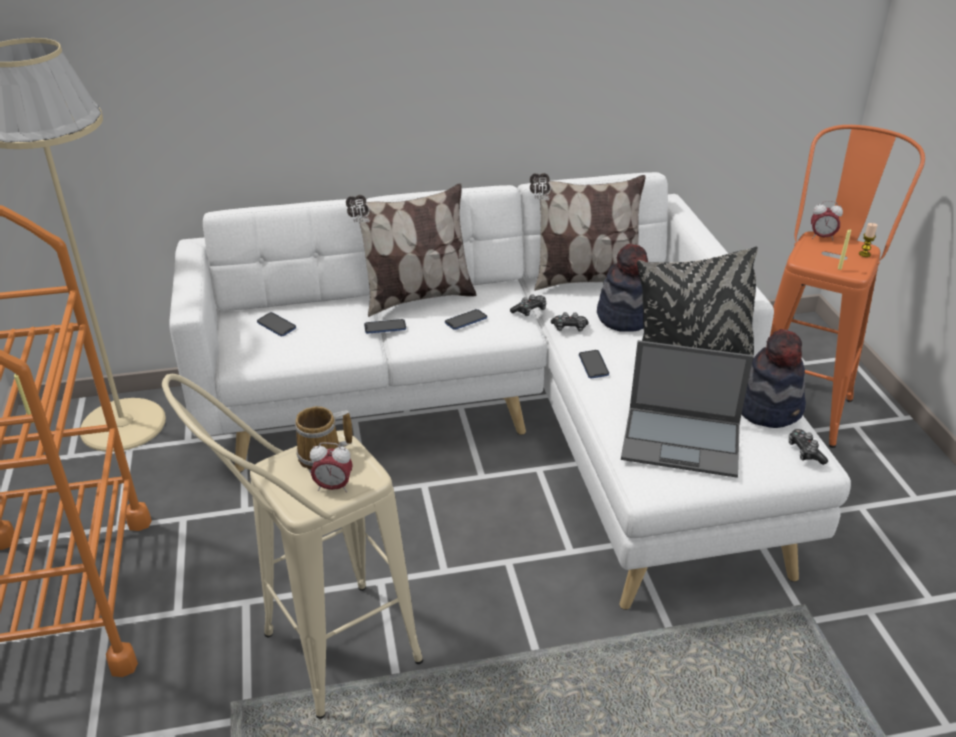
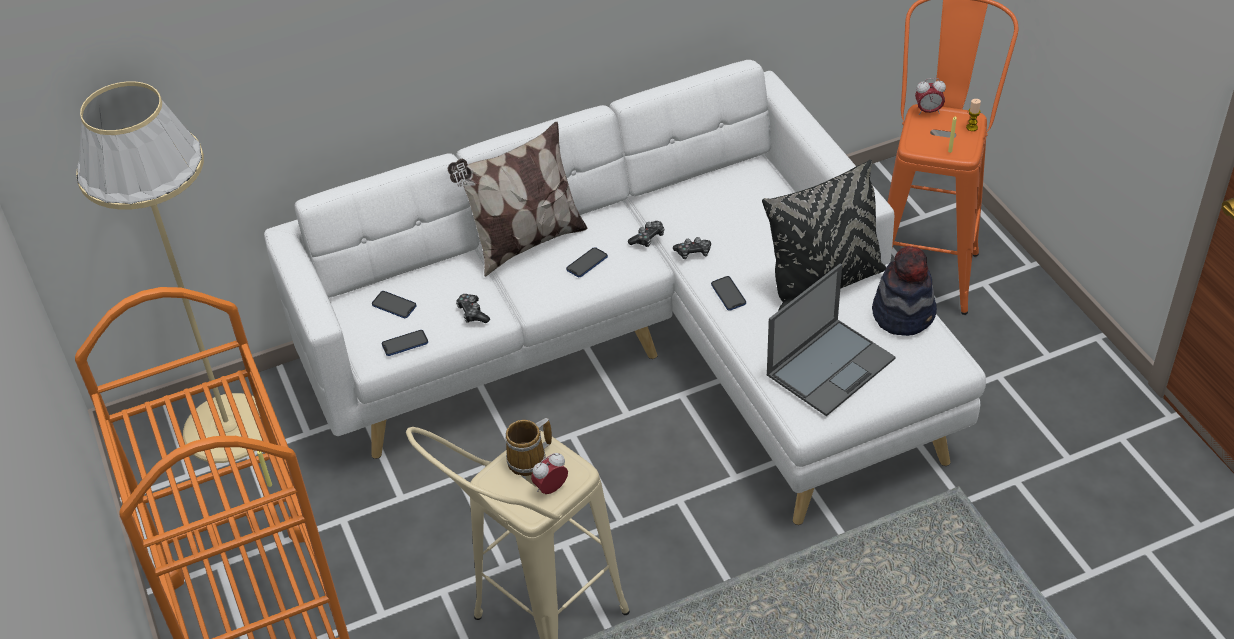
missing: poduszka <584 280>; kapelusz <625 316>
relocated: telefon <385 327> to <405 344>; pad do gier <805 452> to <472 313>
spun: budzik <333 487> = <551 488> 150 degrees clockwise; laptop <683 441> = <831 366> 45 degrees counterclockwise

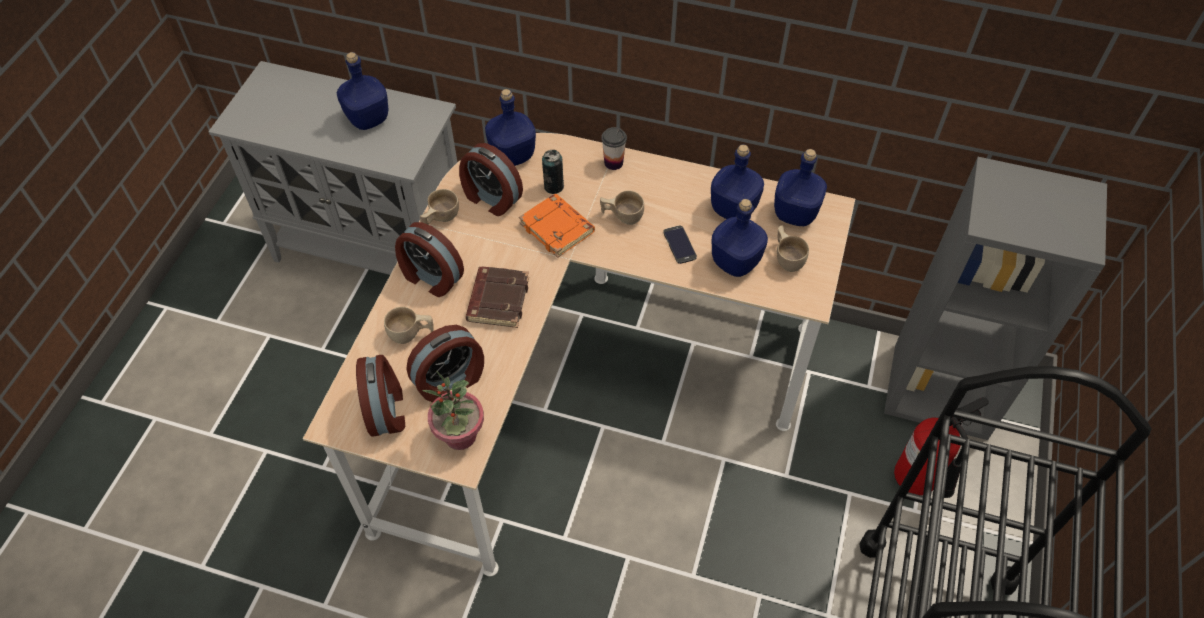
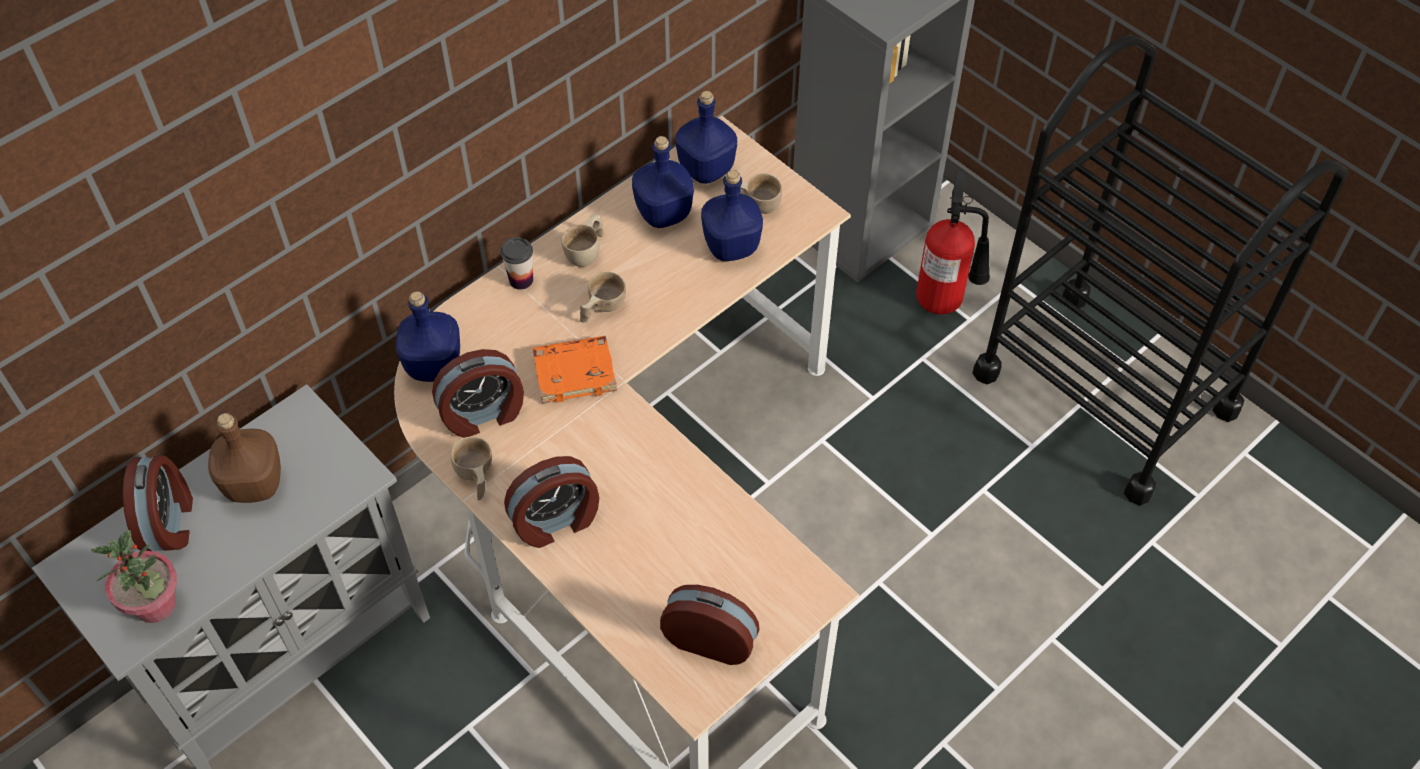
missing: książka (brązowy) <497 299>; puszka <553 186>; telefon <679 245>
relocated: roślina doniczkowa <460 436> to <156 605>; budzik <451 381> to <170 522>; filiżanka (beżowy) <411 335> to <587 252>
colour: butelka (niebieski) <367 118> to butelka (brązowy) <253 484>

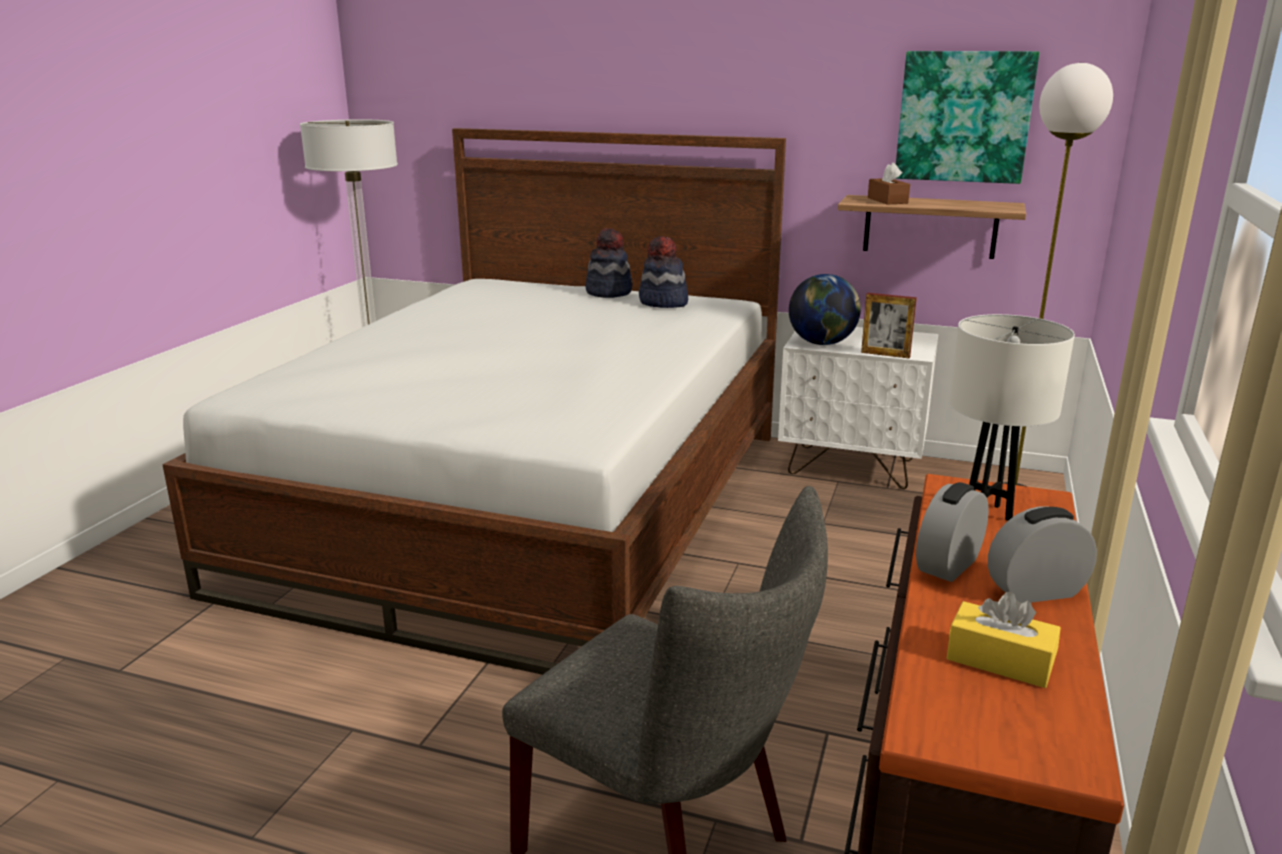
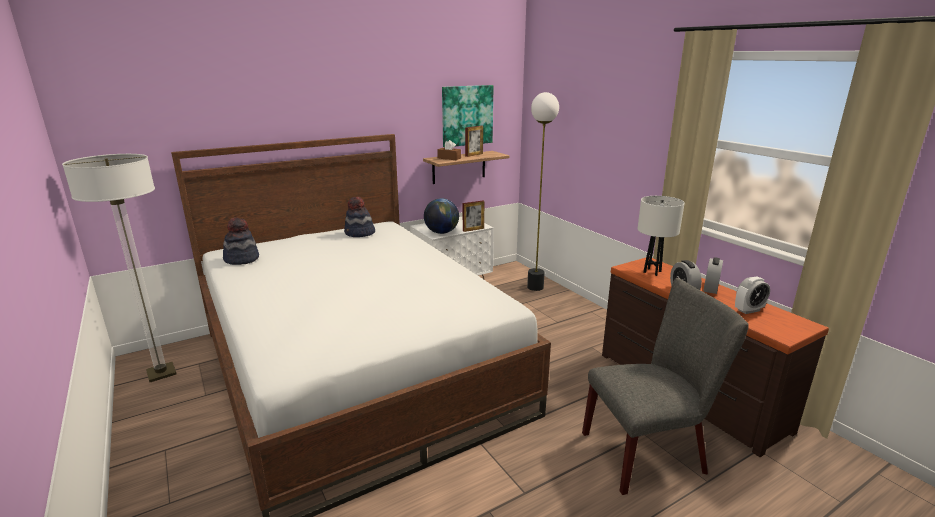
appeared: ramka na zdjęcie <474 155>
relocated: kapelusz <609 292> to <242 259>
exchanged: pudełko chusteczek (żółty) <1000 660> to budzik <748 310>

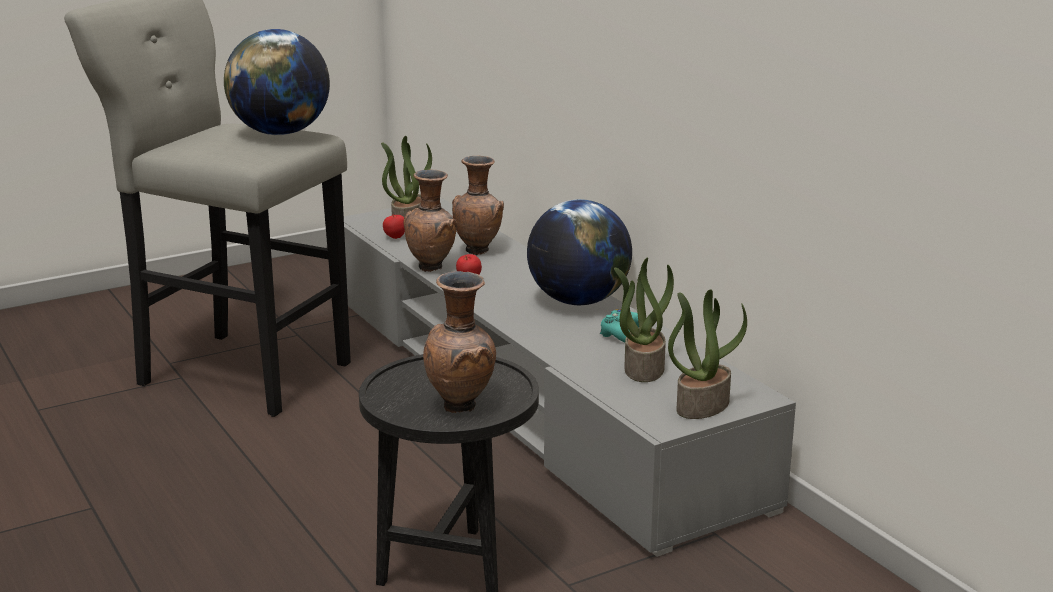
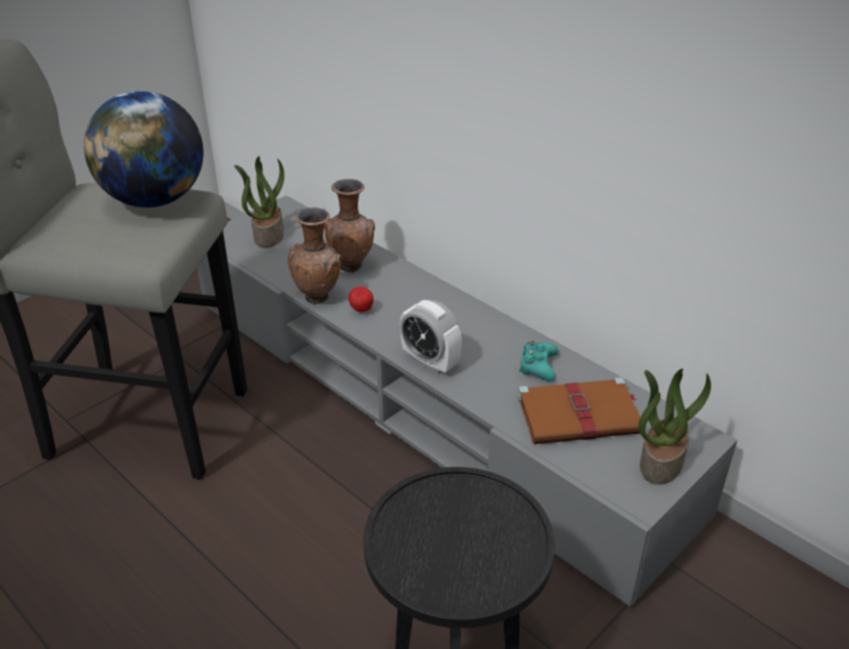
missing: jabłko <395 238>; wazon (brązowy) <462 407>; globus <578 301>
appeared: budzik <430 362>
exchanged: roślina doniczkowa <643 368> to książka (brązowy) <581 415>

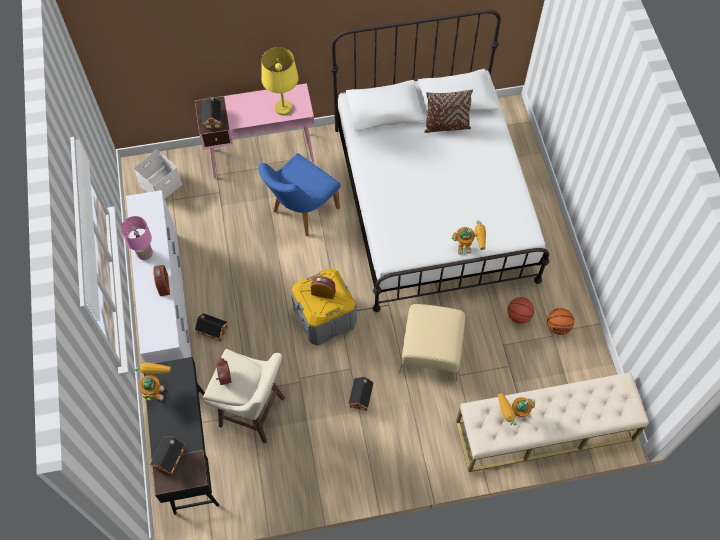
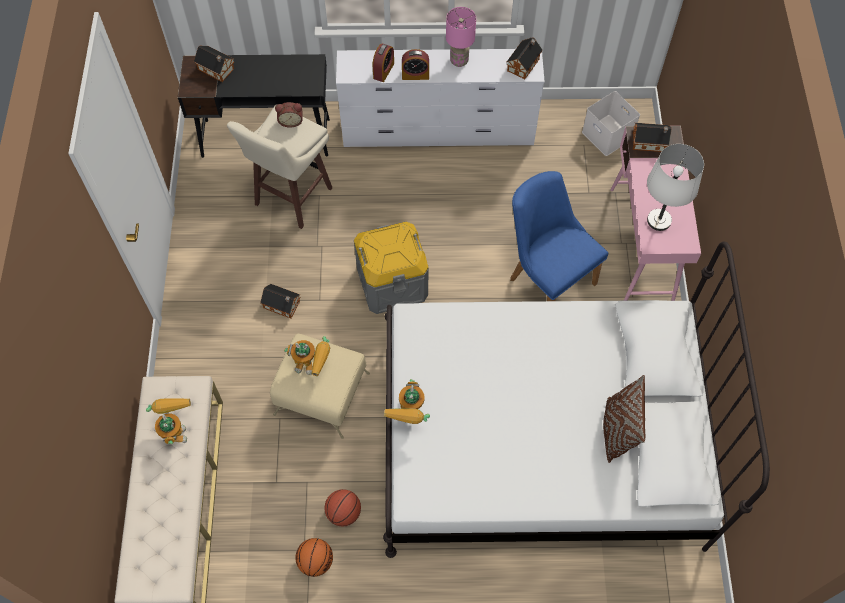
relocated: robot zabawkowy <156 387> to <313 366>; budzik <323 292> to <383 71>; domek <212 329> to <524 64>
colour: lampa stołowa (żółty) <283 108> to lampa stołowa (biały) <659 220>

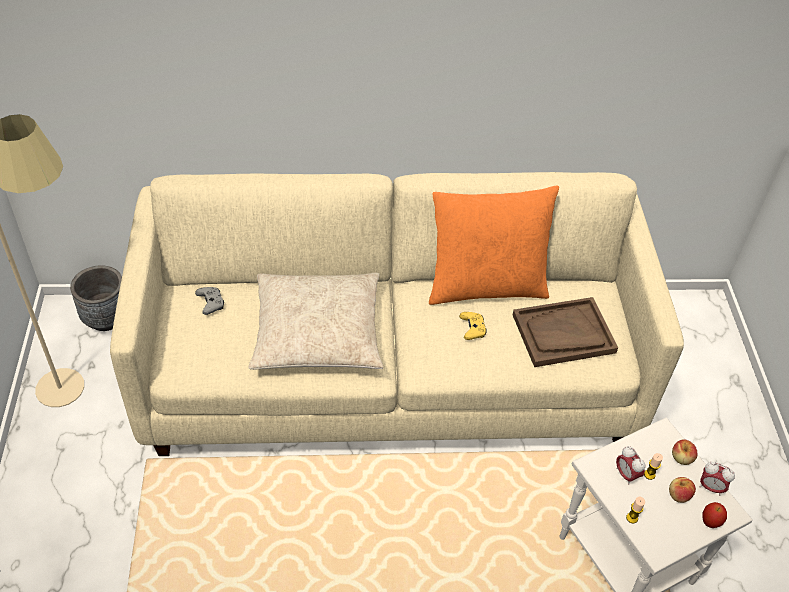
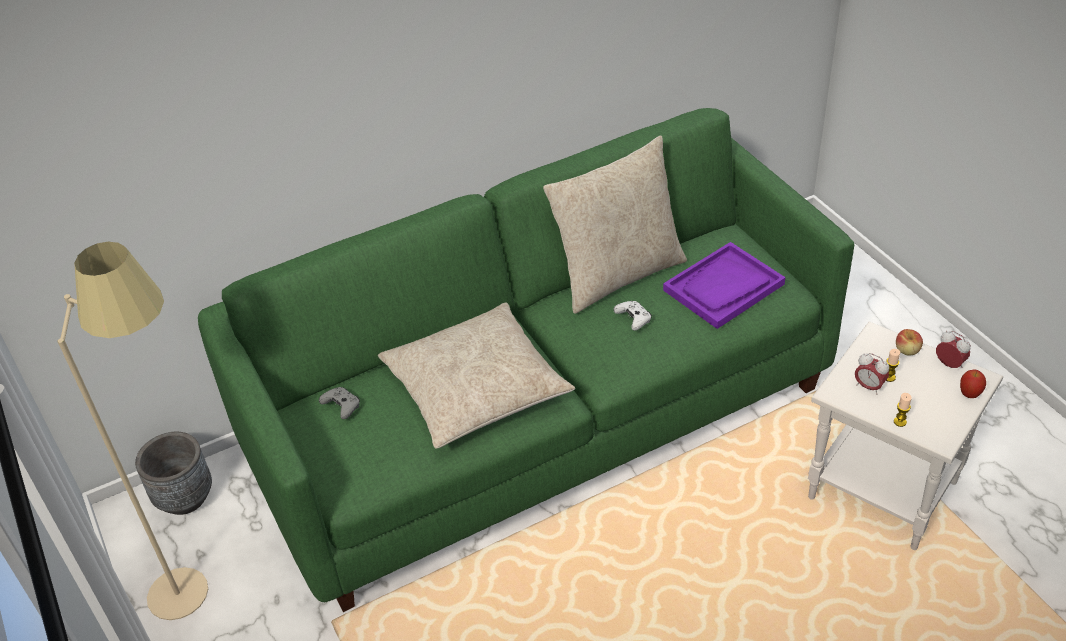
missing: jabłko <678 495>
colour: kanapa (beżowy) <390 372> to kanapa (zielony) <540 418>; poduszka (pomarańczowy) <485 285> to poduszka (beżowy) <617 274>; pad do gier (żółty) <472 329> to pad do gier (biały) <633 319>; taca (brązowy) <563 334> to taca (fioletowy) <723 287>
spun: budzik <710 487> = <949 364> 135 degrees counterclockwise

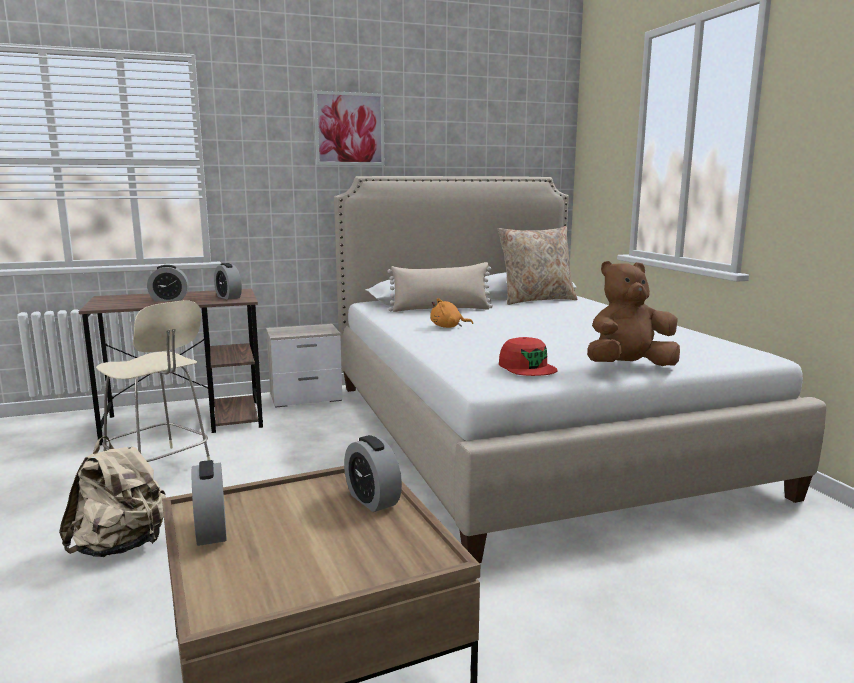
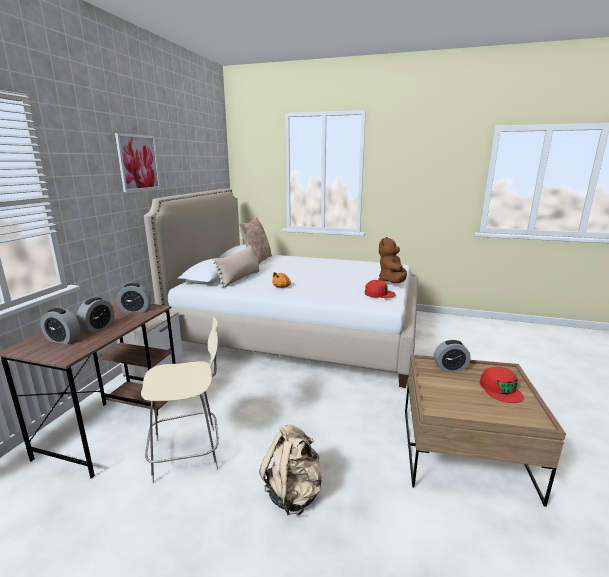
appeared: czapka z daszkiem (czerwony) <500 389>
relocated: budzik <211 531> to <63 340>

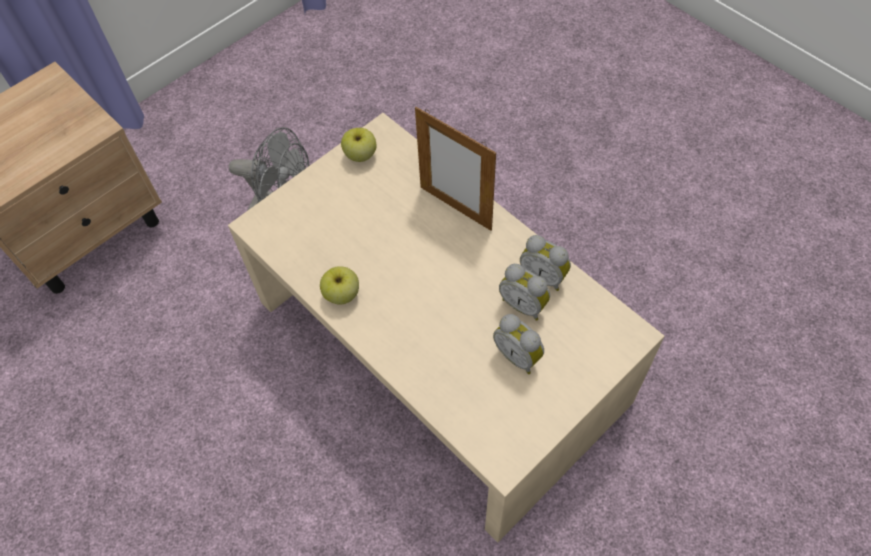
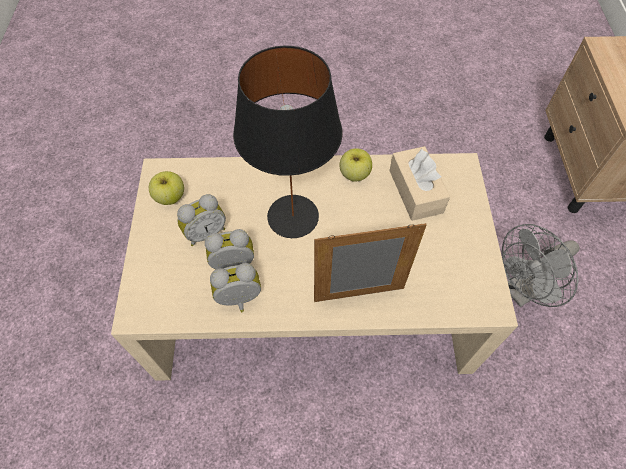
appeared: lampa stołowa (czarny) <293 217>; pudełko chusteczek (beżowy) <415 191>
relocated: jabłko <360 155> to <170 197>
spun: budzik <518 355> = <205 232> 150 degrees clockwise

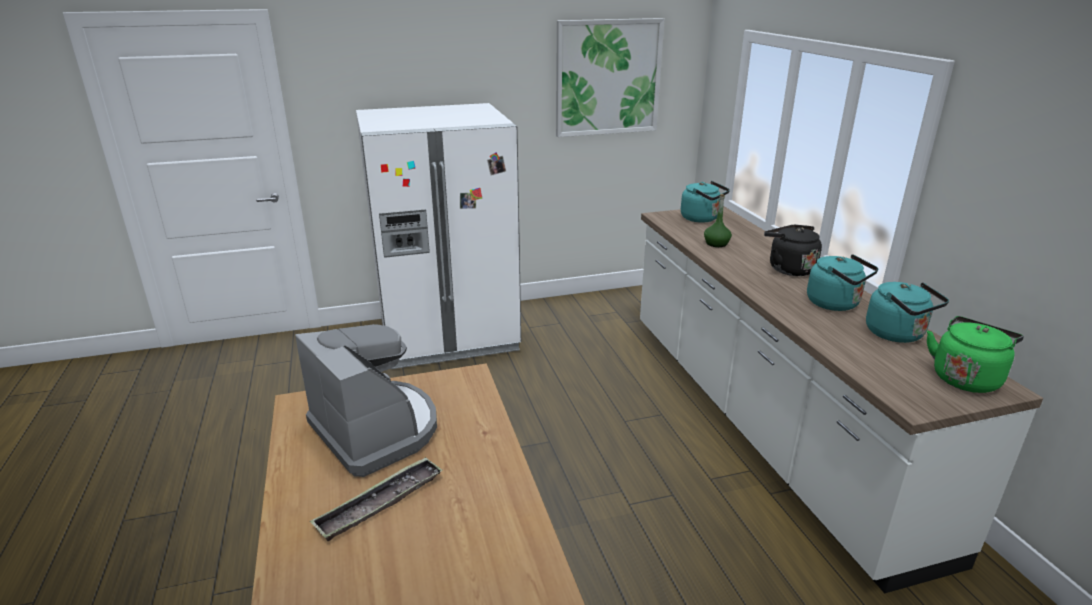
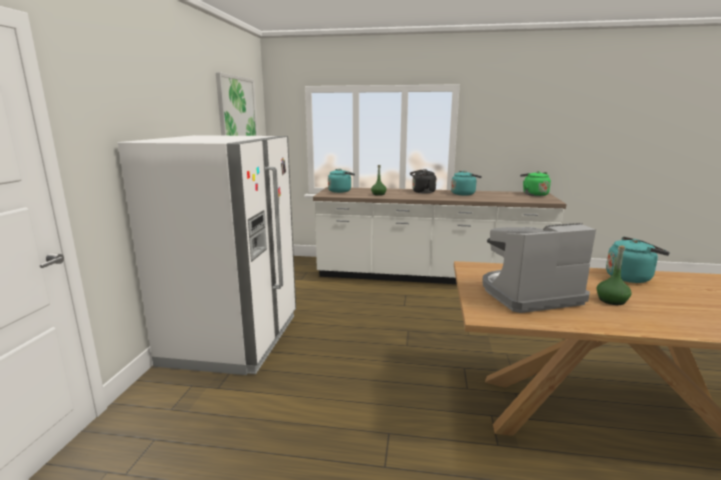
relocated: czajnik (turkusowy) <898 335> to <630 277>
exchanged: taca <380 503> to butelka (zielony) <611 300>

